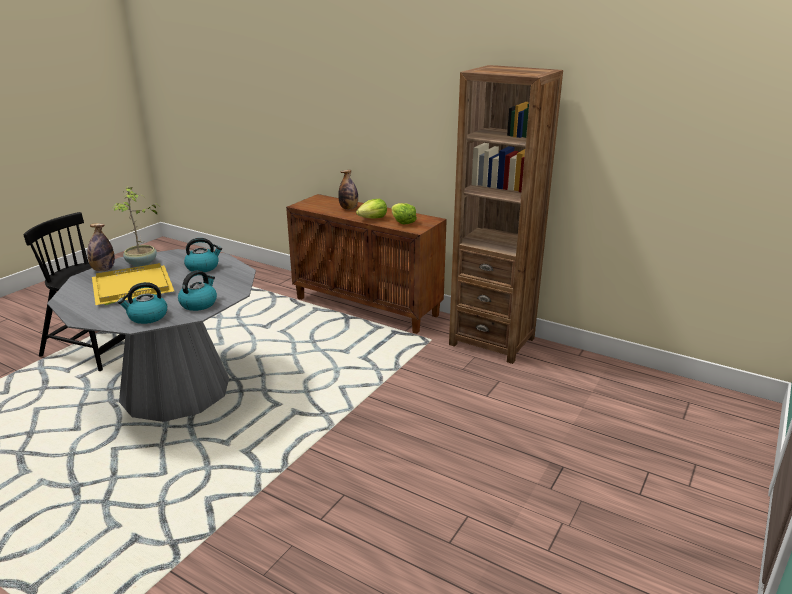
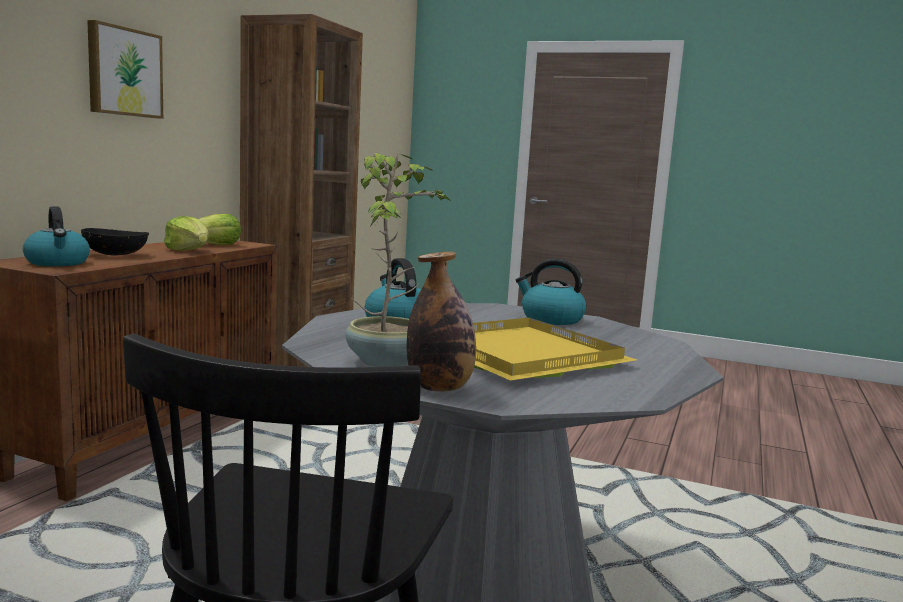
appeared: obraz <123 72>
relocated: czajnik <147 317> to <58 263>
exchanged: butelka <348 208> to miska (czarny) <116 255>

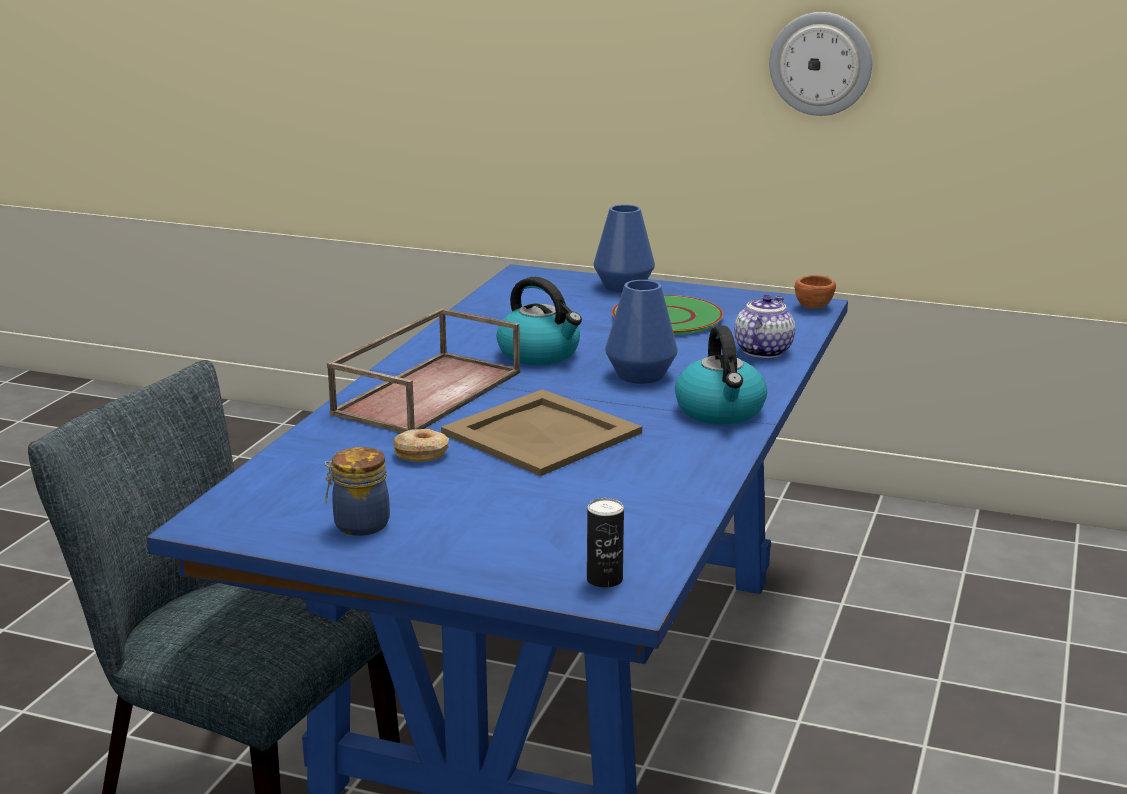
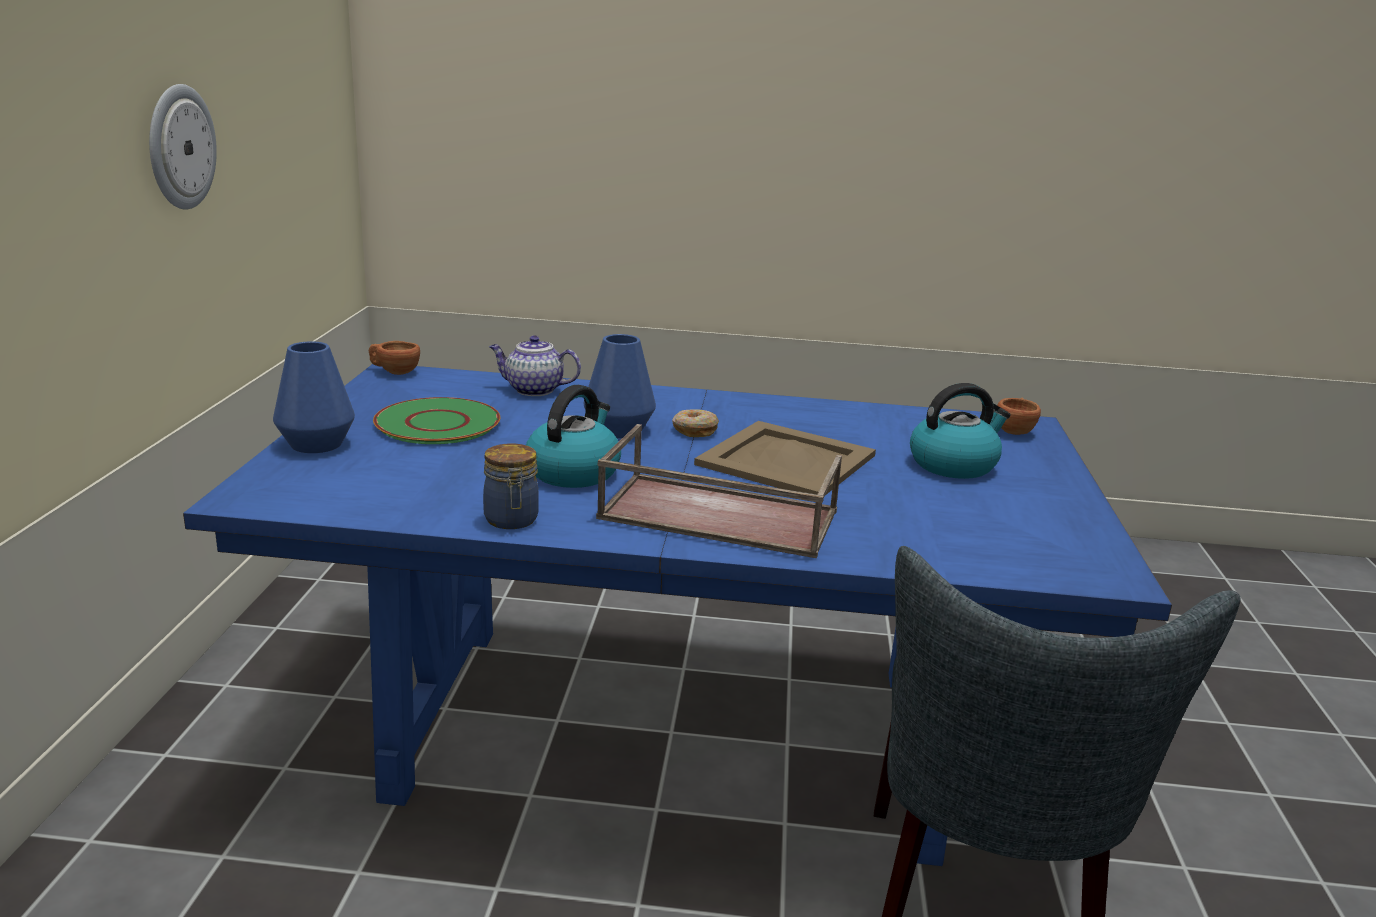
relocated: słoik <359 525> to <511 520>; donut <421 454> to <694 430>; czajnik <721 411> to <954 464>
exchanged: puszka <604 580> to filiżanka (brązowy) <1015 430>

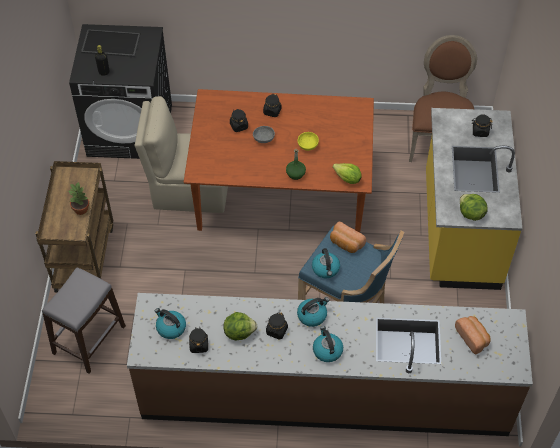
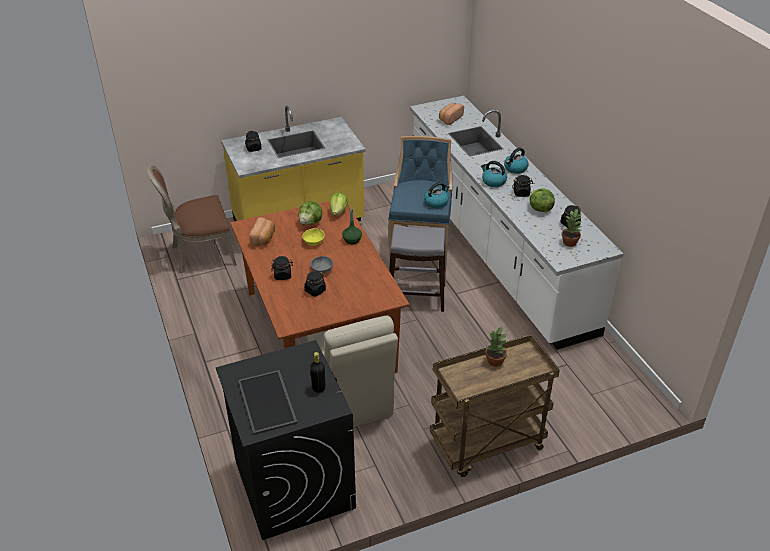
relocated: chleb <346 244> to <264 238>; sałata <470 214> to <311 222>; stołek (szary) <88 339> to <416 297>
exchanged: czajnik <170 328> to roślina doniczkowa <570 242>
colour: zabudowa kuchenna (brązowy) <325 393> to zabudowa kuchenna (biały) <495 249>

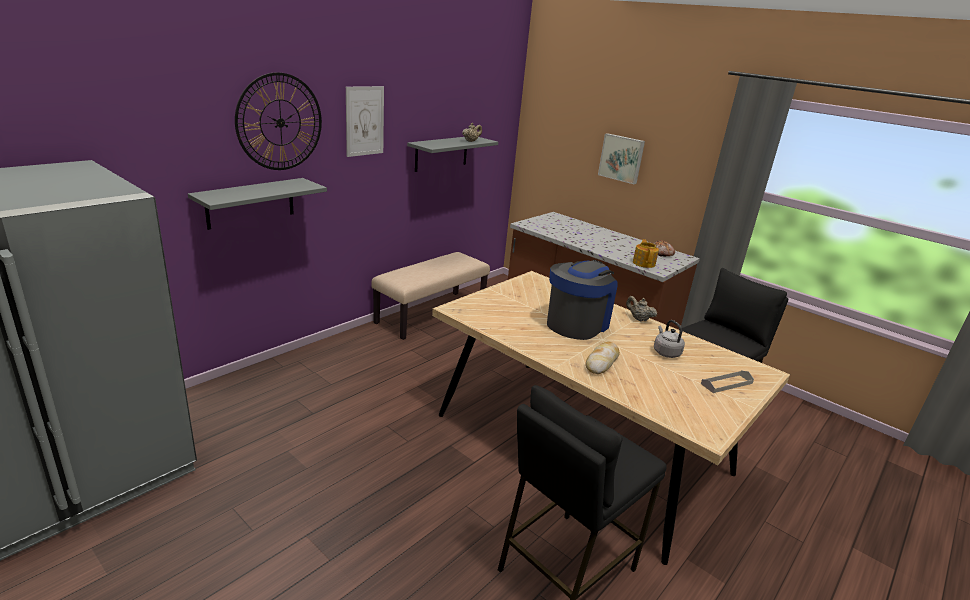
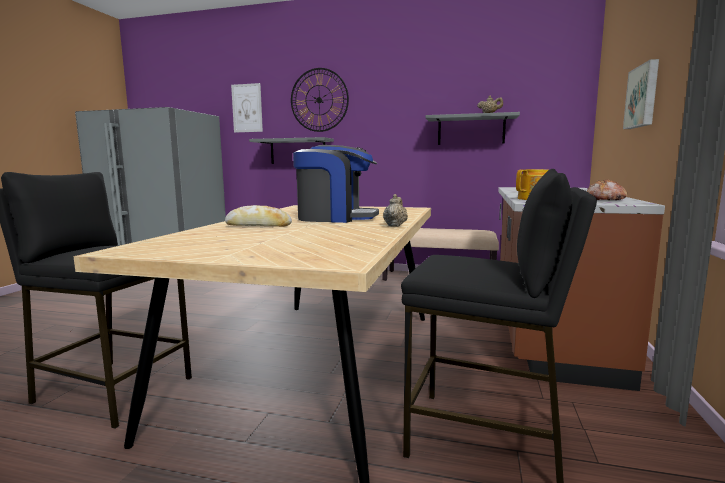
missing: czajnik (szary) <665 352>; taca (szary) <726 383>
relocated: obraz <364 121> to <247 108>

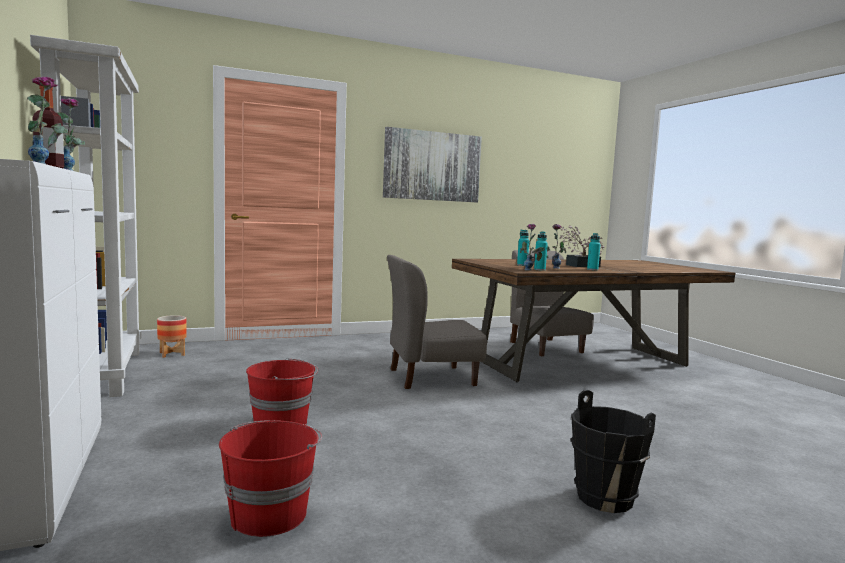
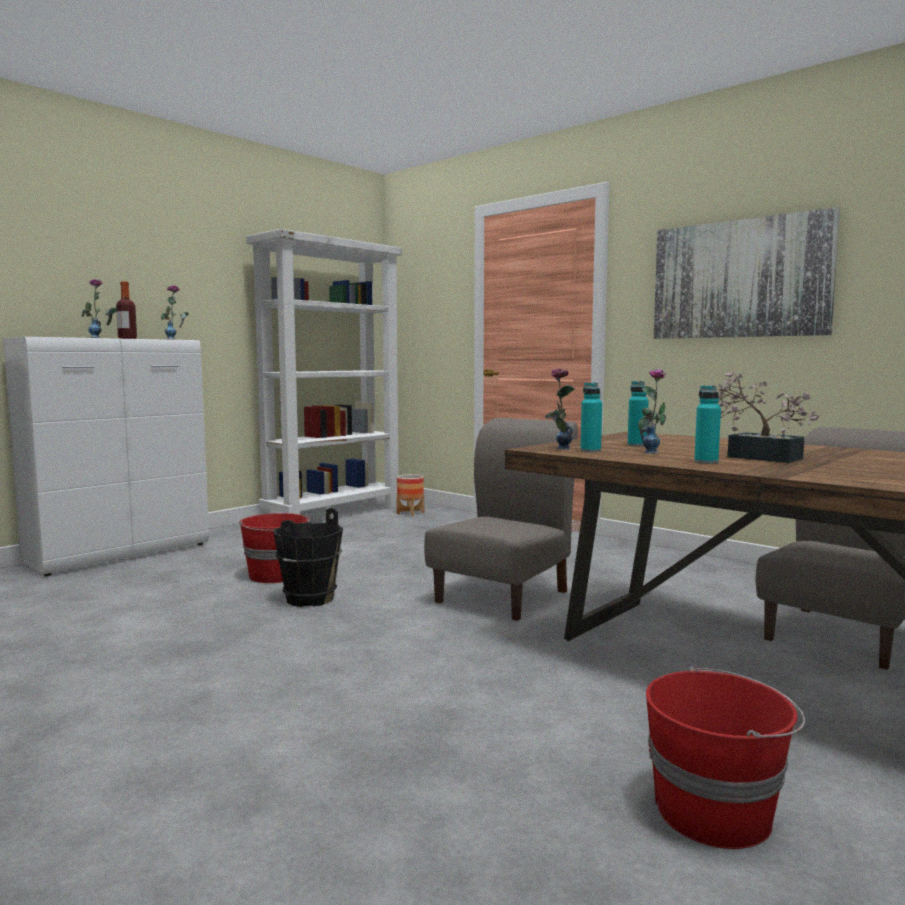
relocated: wiadro (czarny) <604 498> to <309 599>; wiadro (czerwony) <270 514> to <715 812>
spun: krzesło (szary) <431 377> = <504 596> 75 degrees clockwise

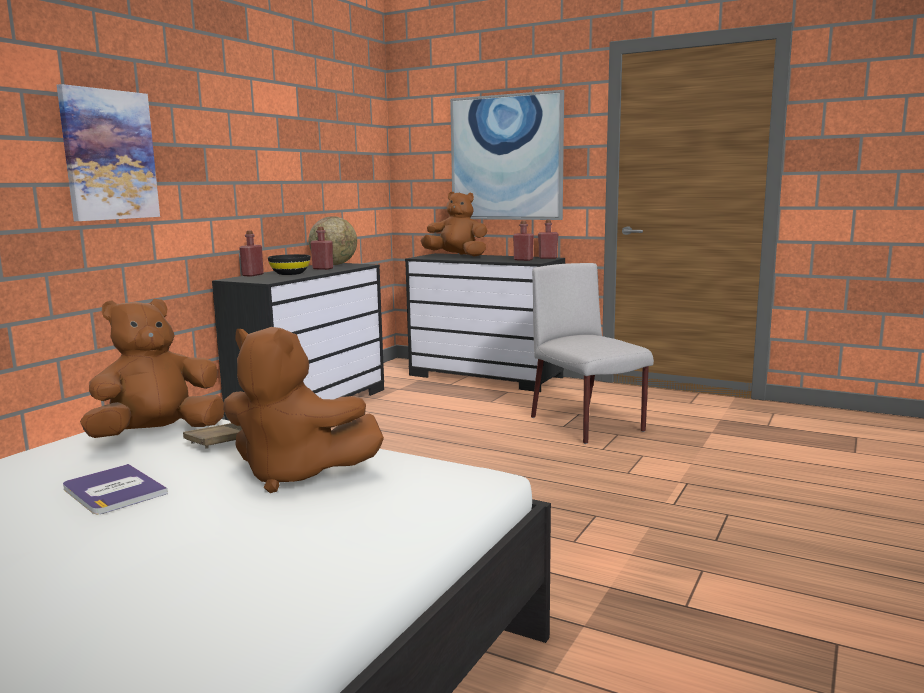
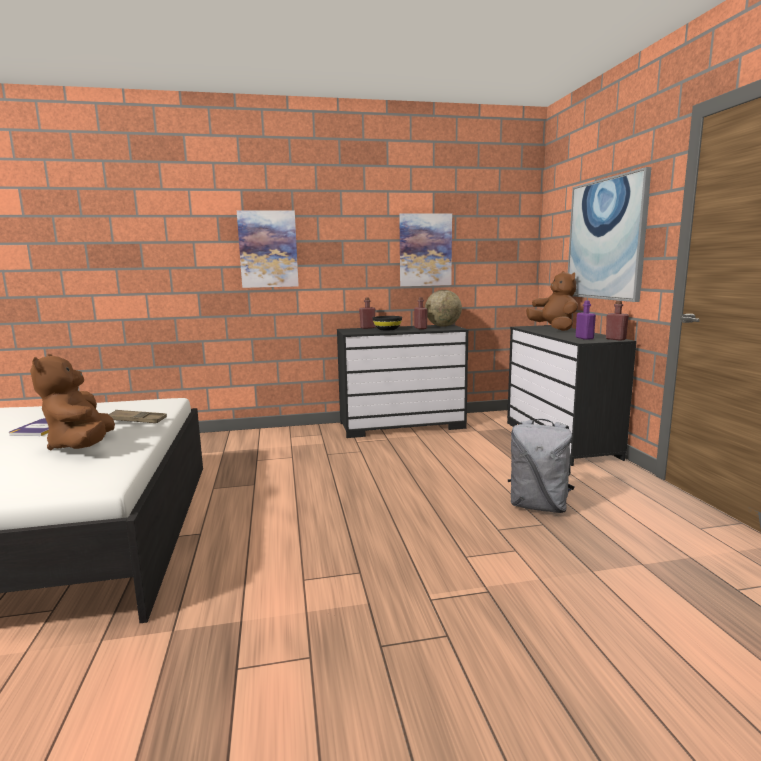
missing: pluszak (brązowy) <157 434>
appeared: obraz <425 250>
exchanged: krzesło (szary) <588 425> to plecak (szary) <539 506>
colour: butelka (czerwony) <523 260> to butelka (fioletowy) <584 338>

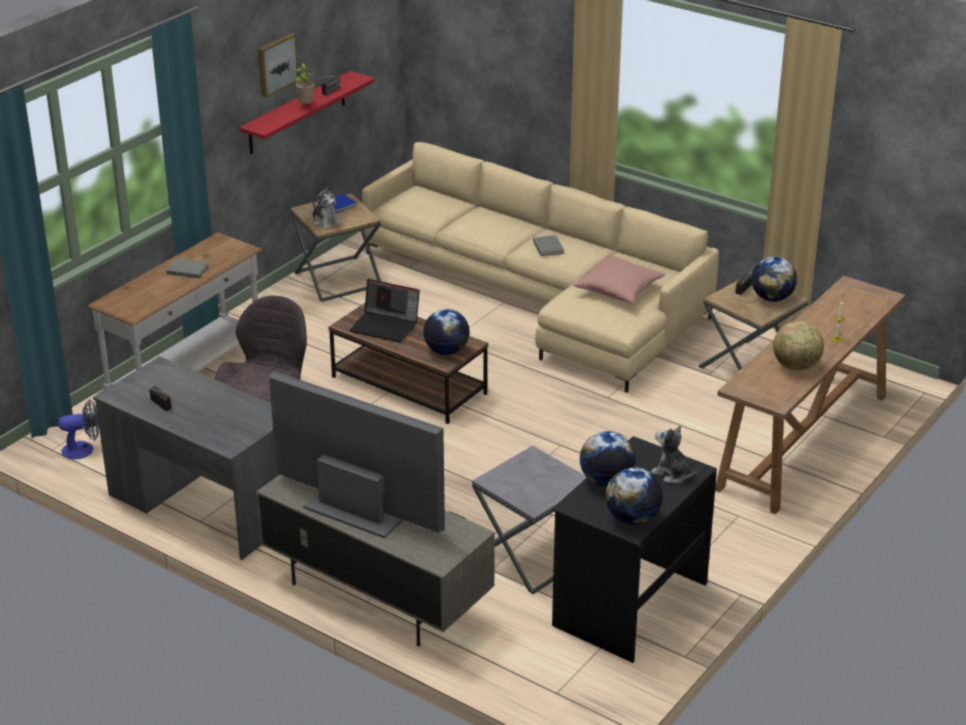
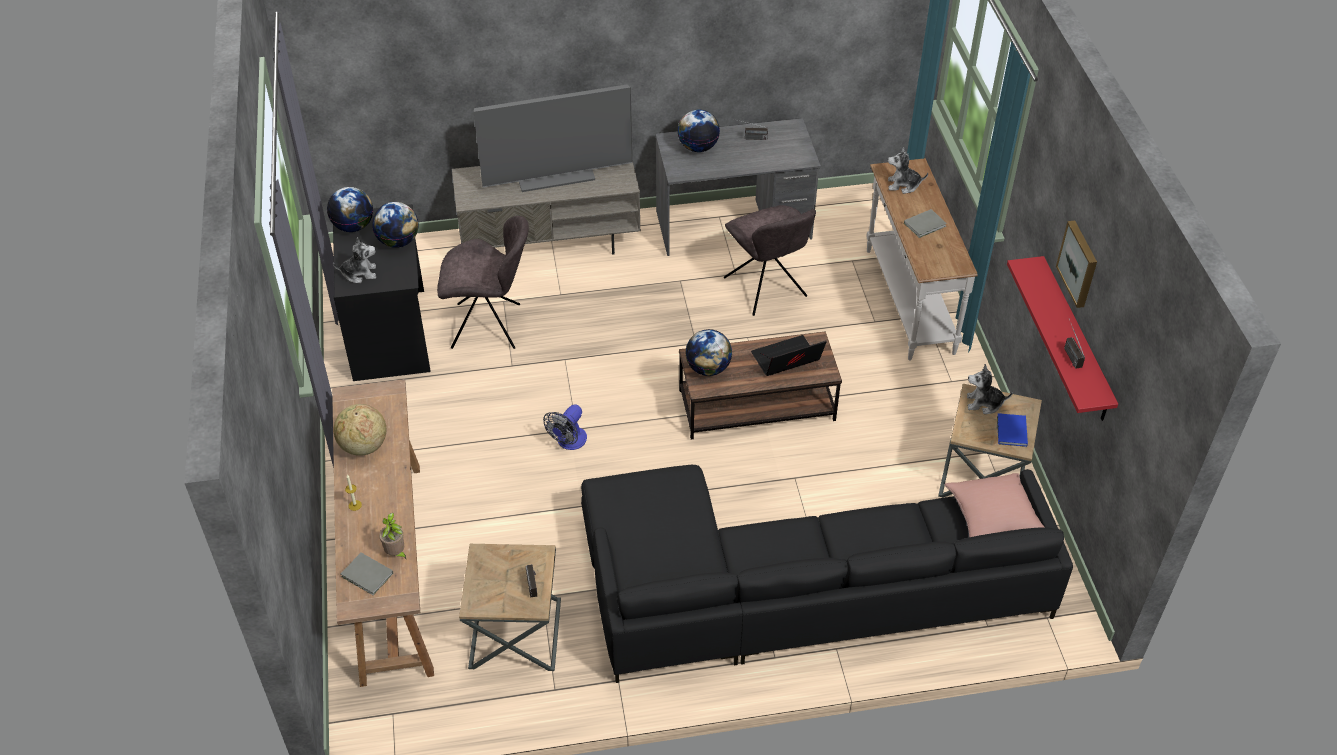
appeared: pluszak <903 185>
relocated: książka (szary) <548 246> to <367 576>; roślina doniczkowa <306 106> to <396 553>; wentylator <83 449> to <569 442>; globus <772 298> to <698 147>; poduszka (różowy) <618 290> to <992 517>
exchanged: stolik (szary) <531 556> to krzesło (szary) <489 326>
colour: kanapa (beżowy) <542 297> to kanapa (czarny) <794 590>

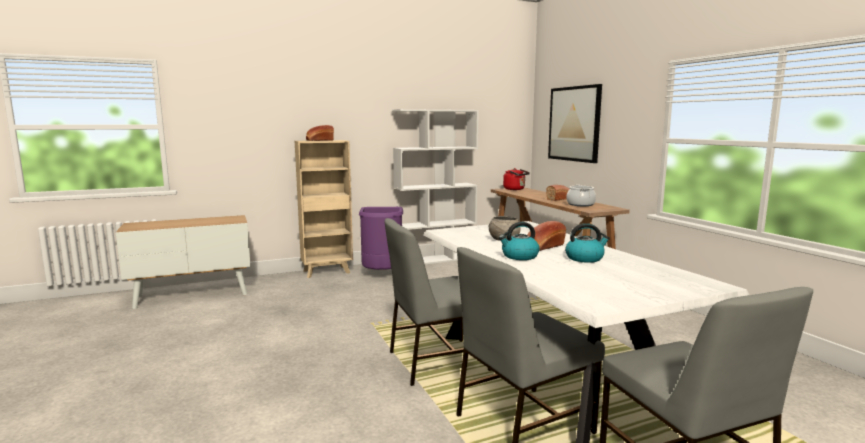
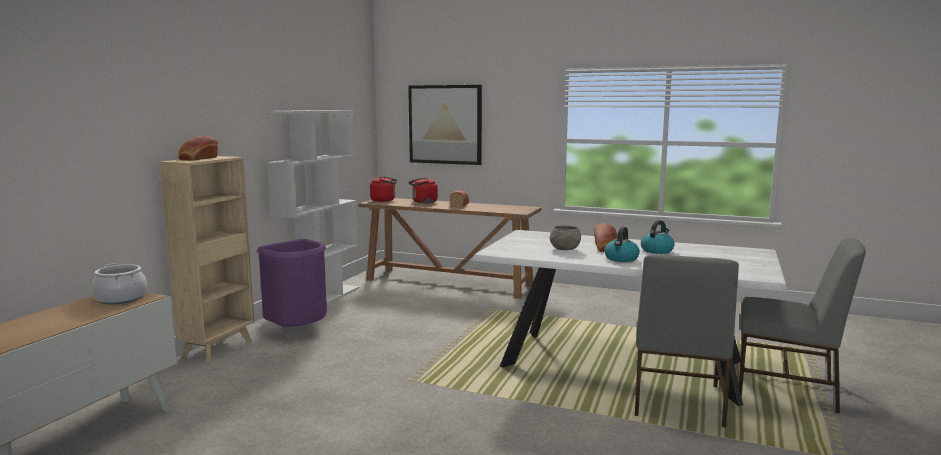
missing: krzesło (szary) <436 361>
appeared: czajnik (czerwony) <423 202>
relocated: garnek <580 204> to <121 298>

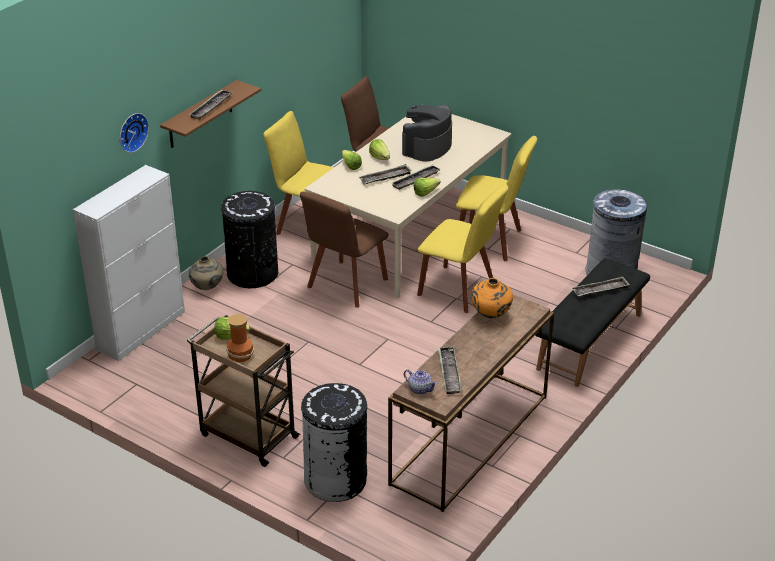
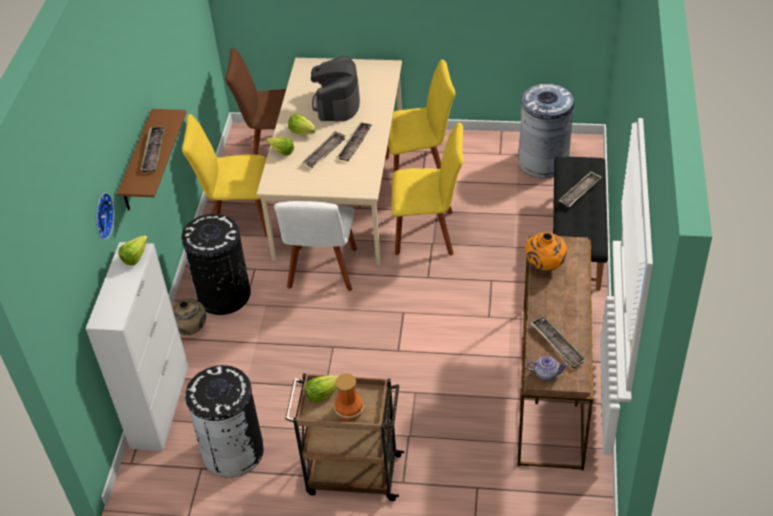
relocated: sałata <428 192> to <138 255>; kosz na śmieci (czarny) <336 479> to <233 451>
colour: krzesło (brązowy) <345 285> to krzesło (biały) <322 271>

